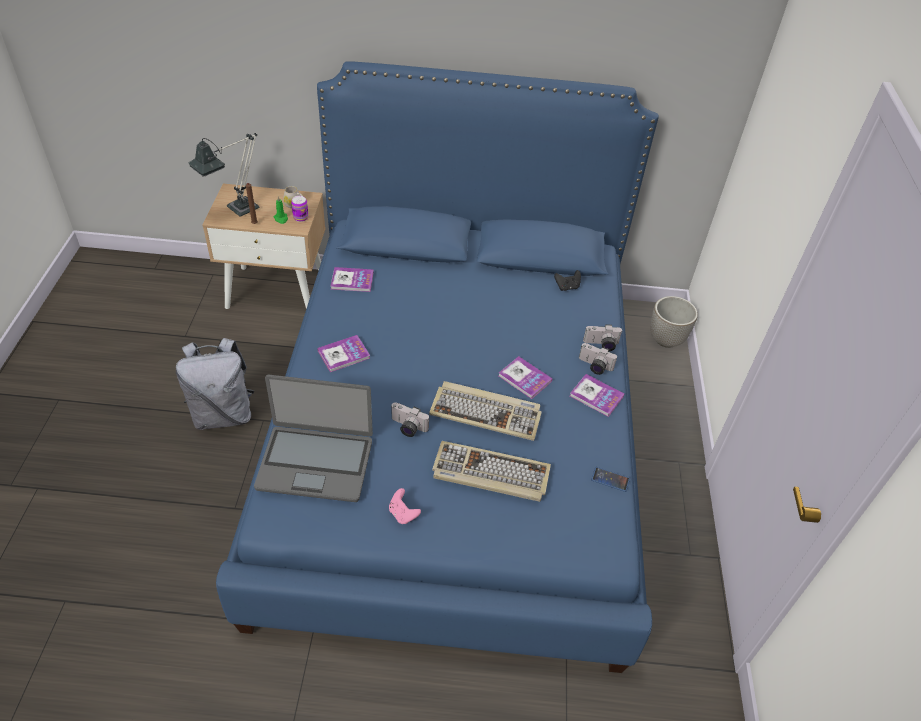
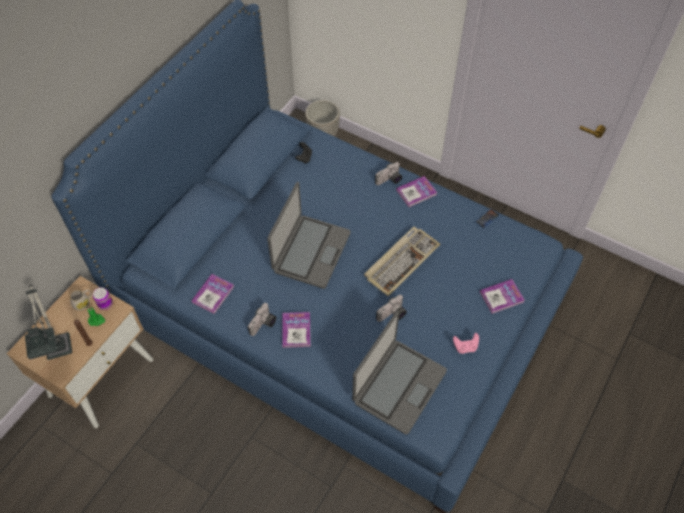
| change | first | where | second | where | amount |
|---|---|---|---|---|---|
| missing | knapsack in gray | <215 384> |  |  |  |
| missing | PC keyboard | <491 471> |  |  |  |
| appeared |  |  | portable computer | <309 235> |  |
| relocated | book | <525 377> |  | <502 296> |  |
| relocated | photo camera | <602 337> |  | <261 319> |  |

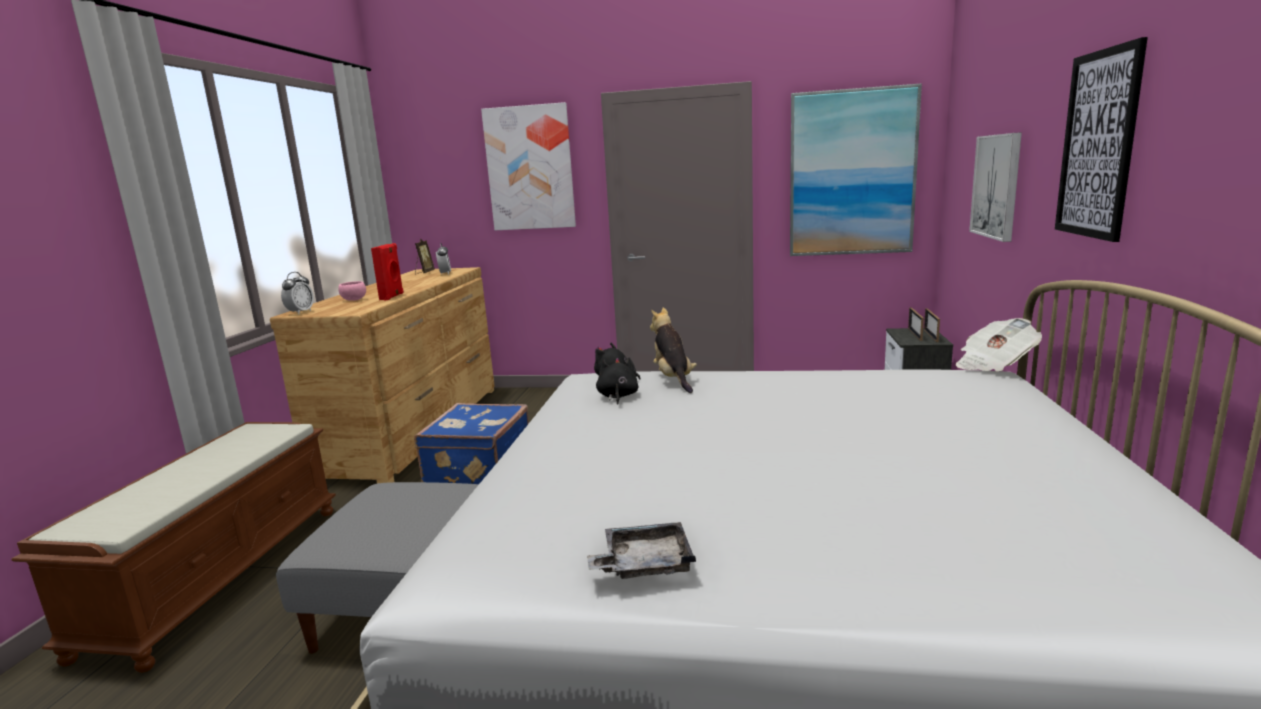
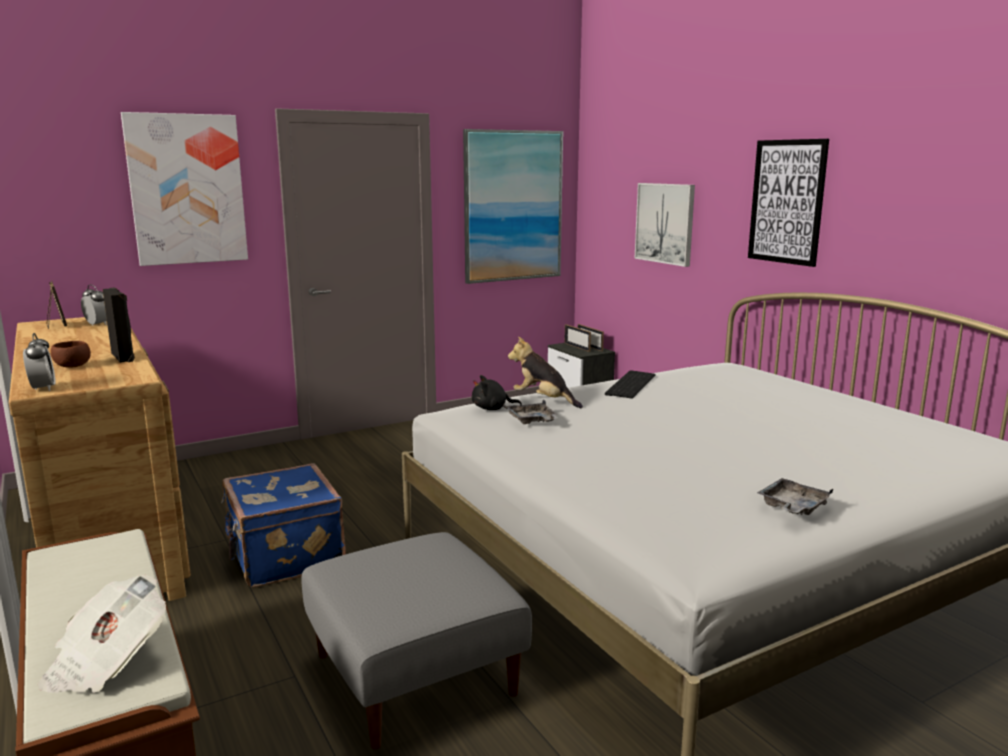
| change | first | where | second | where | amount |
|---|---|---|---|---|---|
| appeared |  |  | PC keyboard | <630 384> |  |
| relocated | daily paper | <999 344> |  | <102 634> |  |
| exchanged | cuddly toy in black | <617 381> | serving tray in gray | <532 412> |  |
| colour | bowl in pink | <352 291> | bowl in brownish | <71 354> |  |
| colour | loudspeaker in reddish | <387 271> | loudspeaker in black | <119 325> |  |

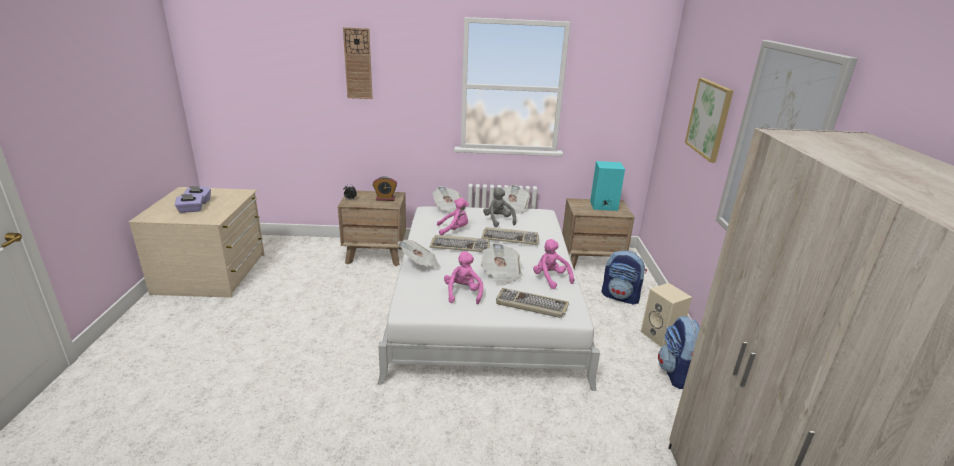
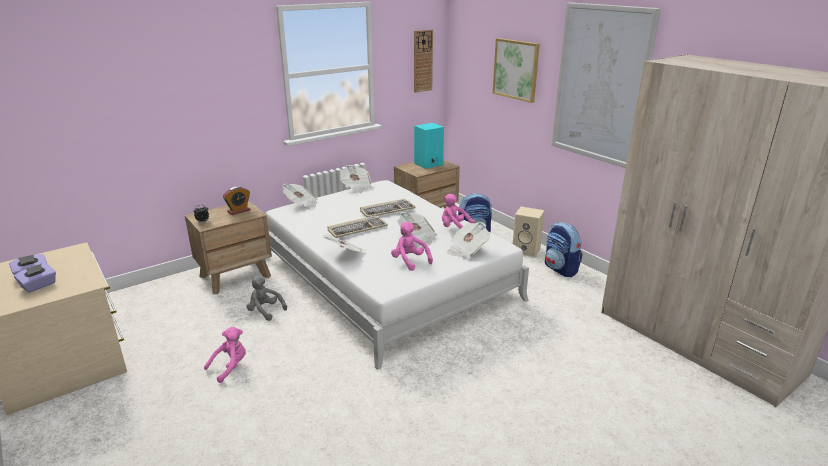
| change | first | where | second | where | amount |
|---|---|---|---|---|---|
| relocated | wall clock | <358 63> |  | <423 61> |  |
| relocated | cuddly toy in pink | <453 216> |  | <225 355> |  |
| relocated | cuddly toy in gray | <499 207> |  | <266 298> |  |
| exchanged | PC keyboard | <532 303> | daily paper | <468 240> |  |

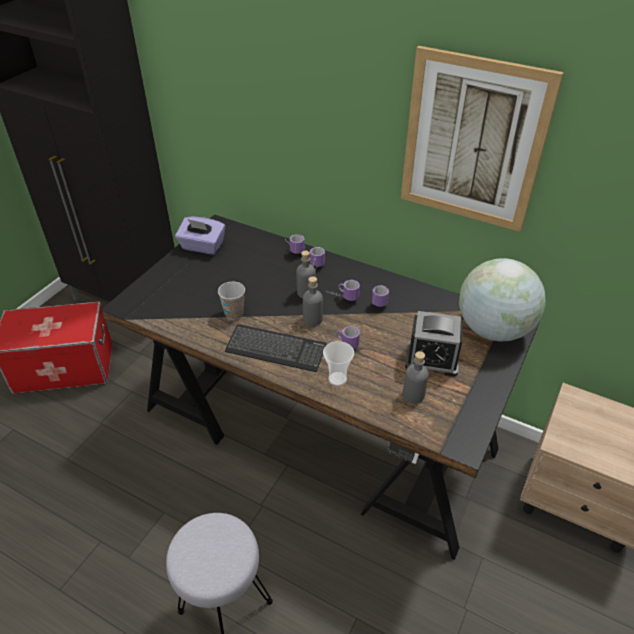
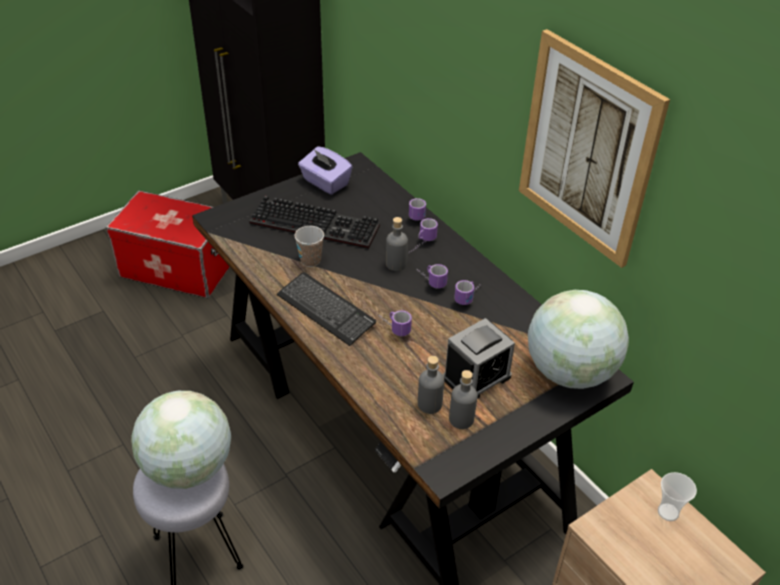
| change | first | where | second | where | amount |
|---|---|---|---|---|---|
| appeared |  |  | globe | <181 440> |  |
| appeared |  |  | PC keyboard | <314 222> |  |
| relocated | bottle in gray | <313 301> |  | <463 399> |  |
| relocated | small cup | <338 363> |  | <677 496> |  |
| spun | table clock | <434 344> |  | <479 358> | 75 degrees counterclockwise |

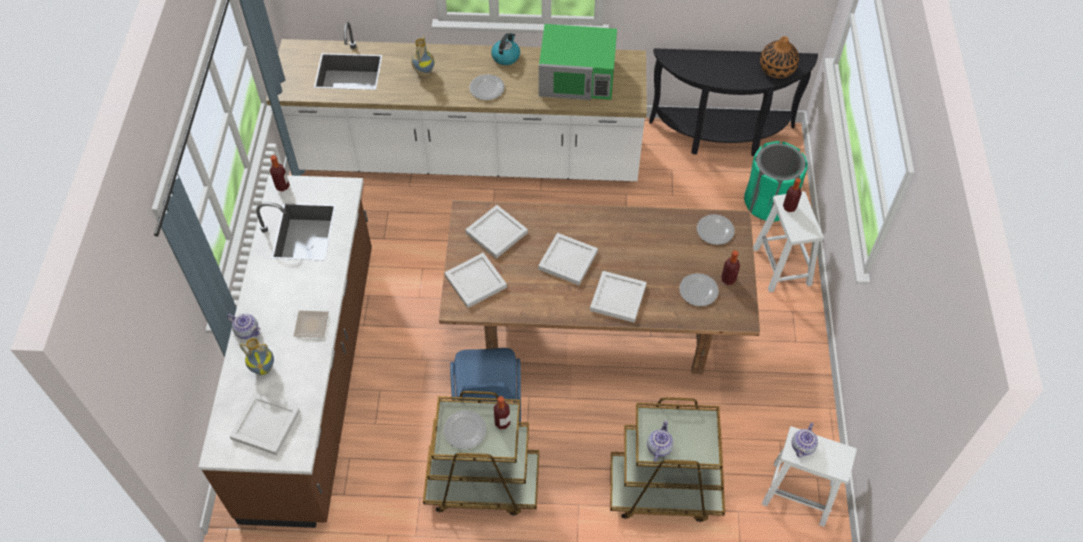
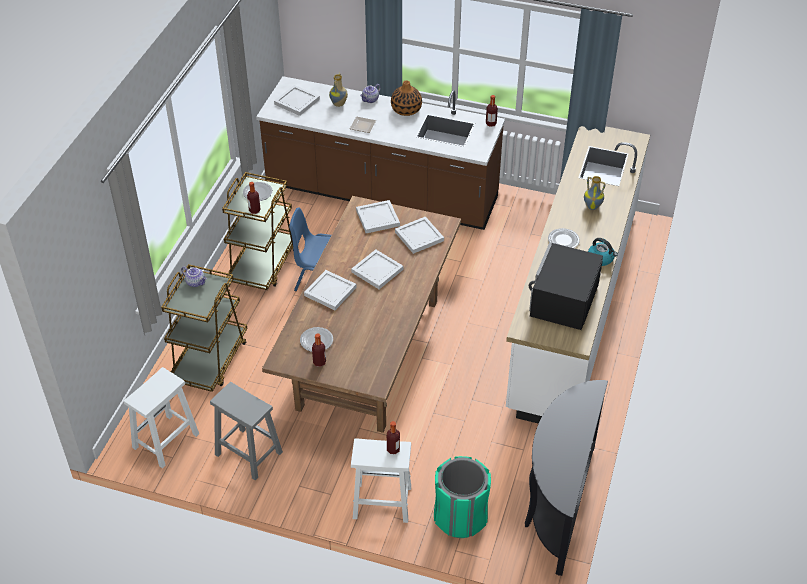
| change | first | where | second | where | amount |
|---|---|---|---|---|---|
| missing | flat dish | <716 229> |  |  |  |
| missing | tea pot | <805 440> |  |  |  |
| appeared |  |  | stool in gray | <246 431> |  |
| relocated | decorative vase | <779 57> |  | <406 98> |  |
| colour | microwave oven in greenish | <578 62> | microwave oven in black | <566 286> |  |

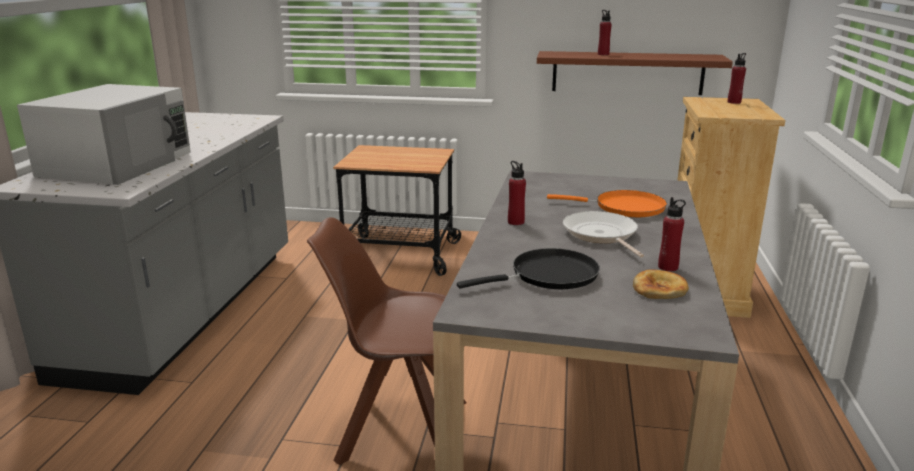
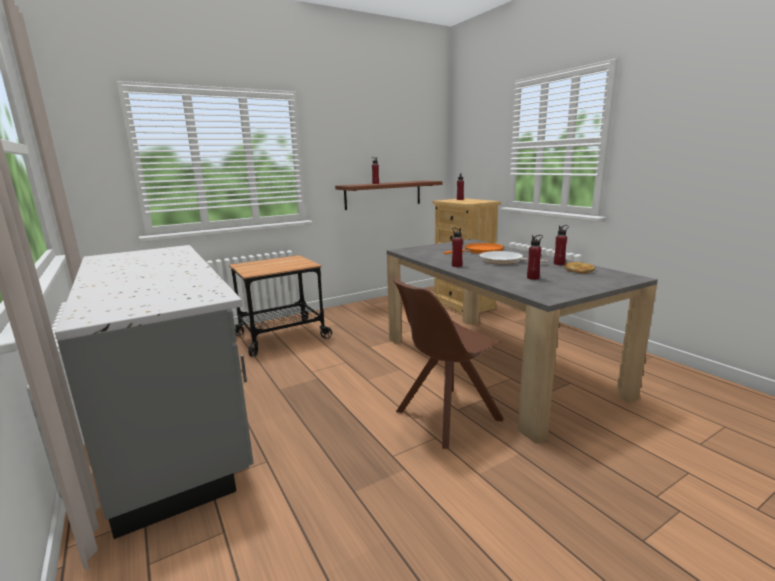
| change | first | where | second | where | amount |
|---|---|---|---|---|---|
| missing | microwave oven in white | <104 134> |  |  |  |
| exchanged | frying pan in black | <528 268> | bottle in reddish | <535 257> |  |

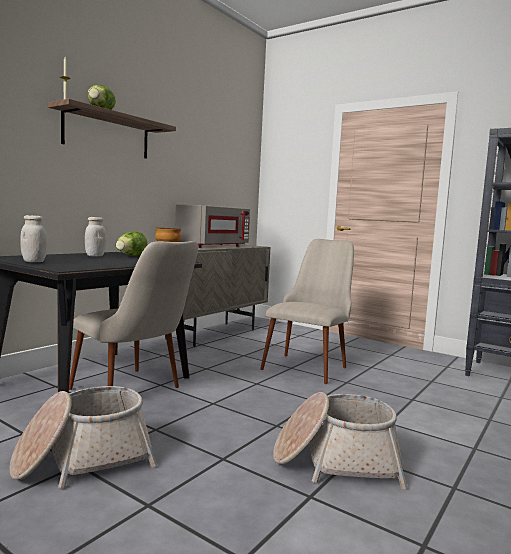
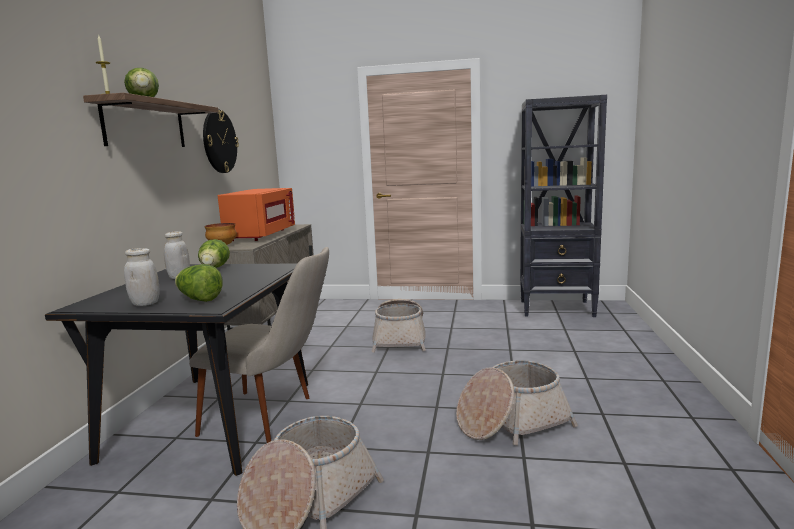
| change | first | where | second | where | amount |
|---|---|---|---|---|---|
| appeared |  |  | lettuce | <199 283> |  |
| appeared |  |  | wall clock | <221 141> |  |
| exchanged | plain chair in sand-coloured | <307 311> | storage basket | <398 326> |  |
| colour | microwave oven in gray | <212 226> | microwave oven in orangey | <256 214> |  |

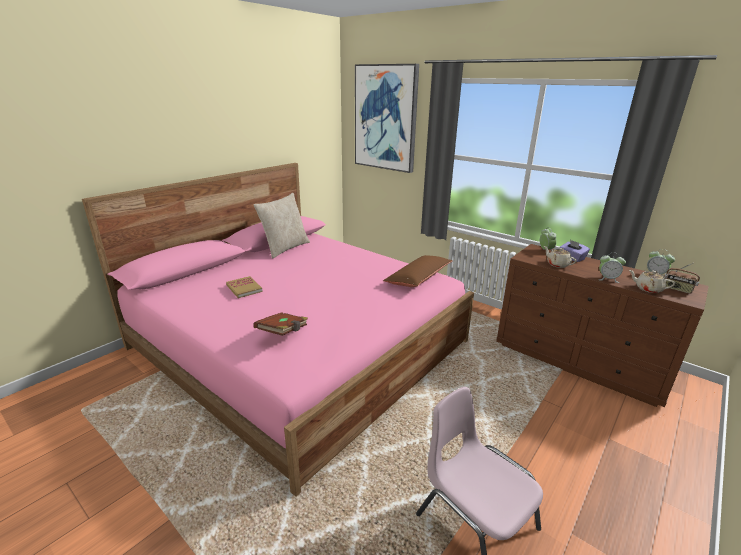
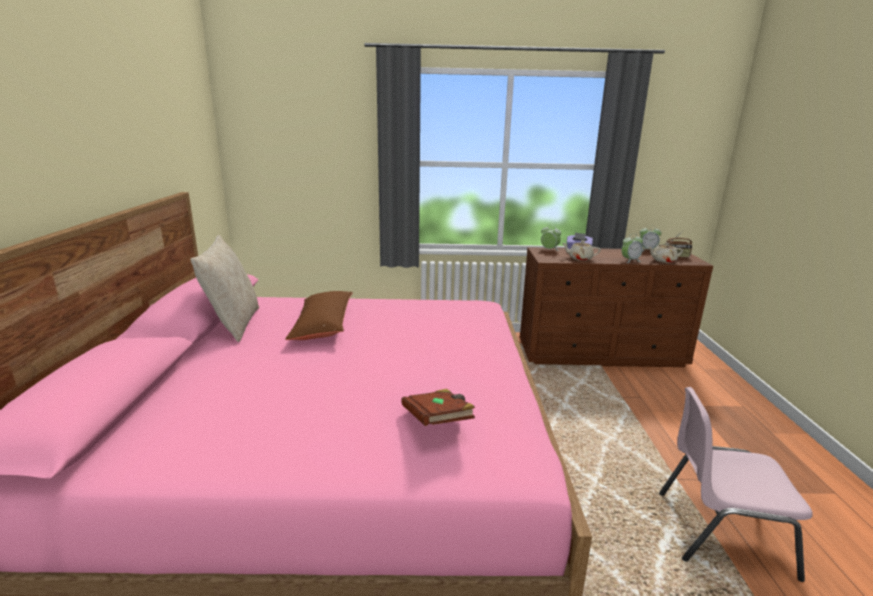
| change | first | where | second | where | amount |
|---|---|---|---|---|---|
| missing | book | <244 287> |  |  |  |
| missing | wall picture | <387 118> |  |  |  |
| relocated | cushion in brownish | <418 271> |  | <319 315> |  |

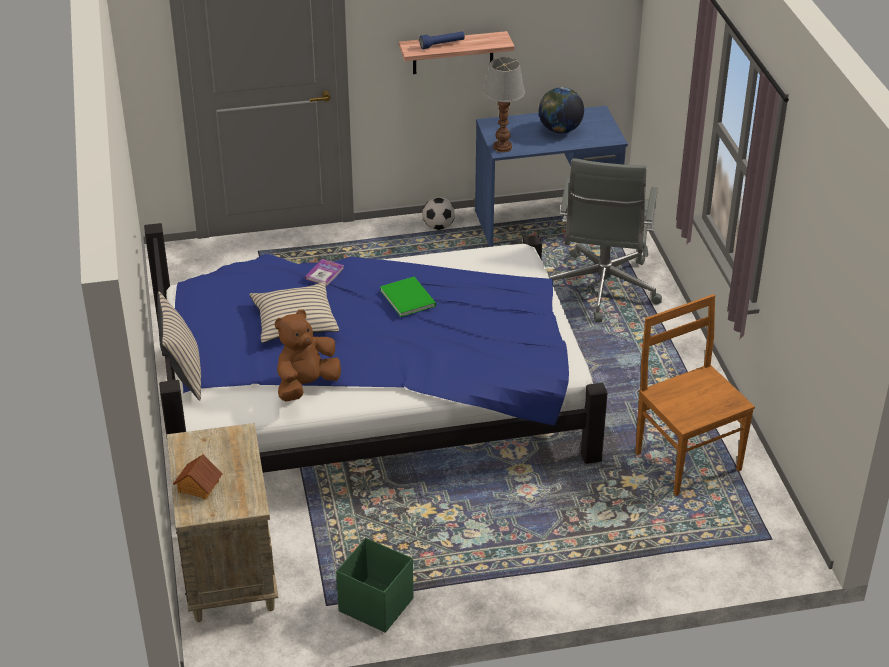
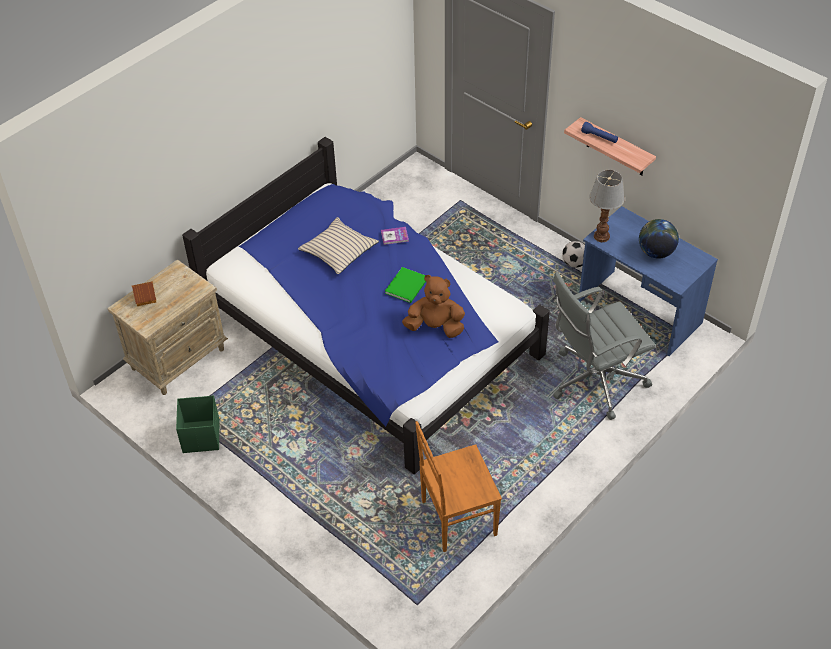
| change | first | where | second | where | amount |
|---|---|---|---|---|---|
| missing | cushion in sand-coloured | <179 346> |  |  |  |
| relocated | cuddly toy in brownish | <308 355> |  | <433 306> |  |
| spun | plain chair in brownish | <695 395> |  | <458 486> | 135 degrees counterclockwise |

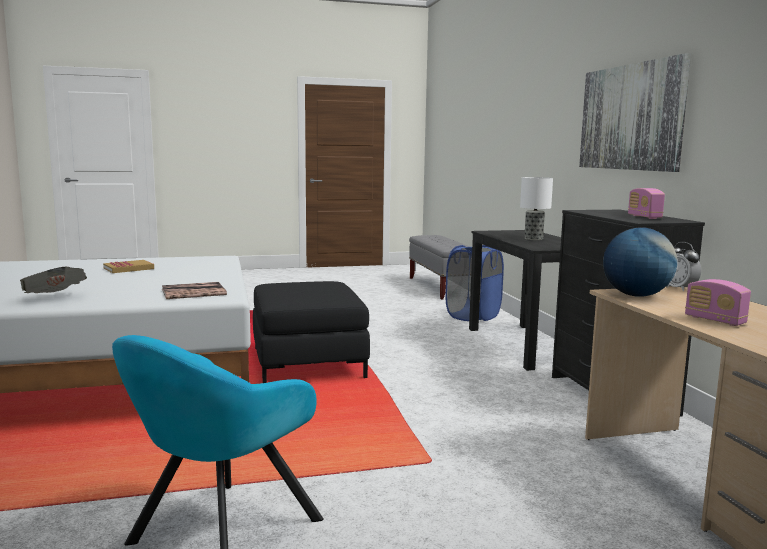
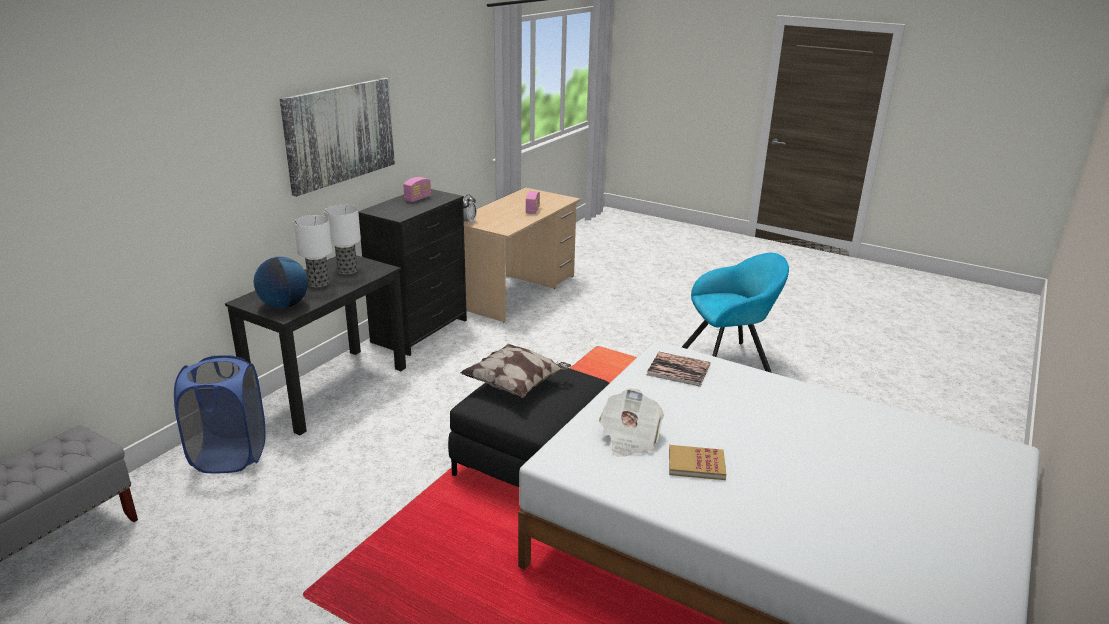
| change | first | where | second | where | amount |
|---|---|---|---|---|---|
| appeared |  |  | tabletop lamp | <342 239> |  |
| appeared |  |  | cushion | <515 370> |  |
| relocated | daily paper | <53 280> |  | <631 423> |  |
| relocated | globe | <640 262> |  | <280 282> |  |

